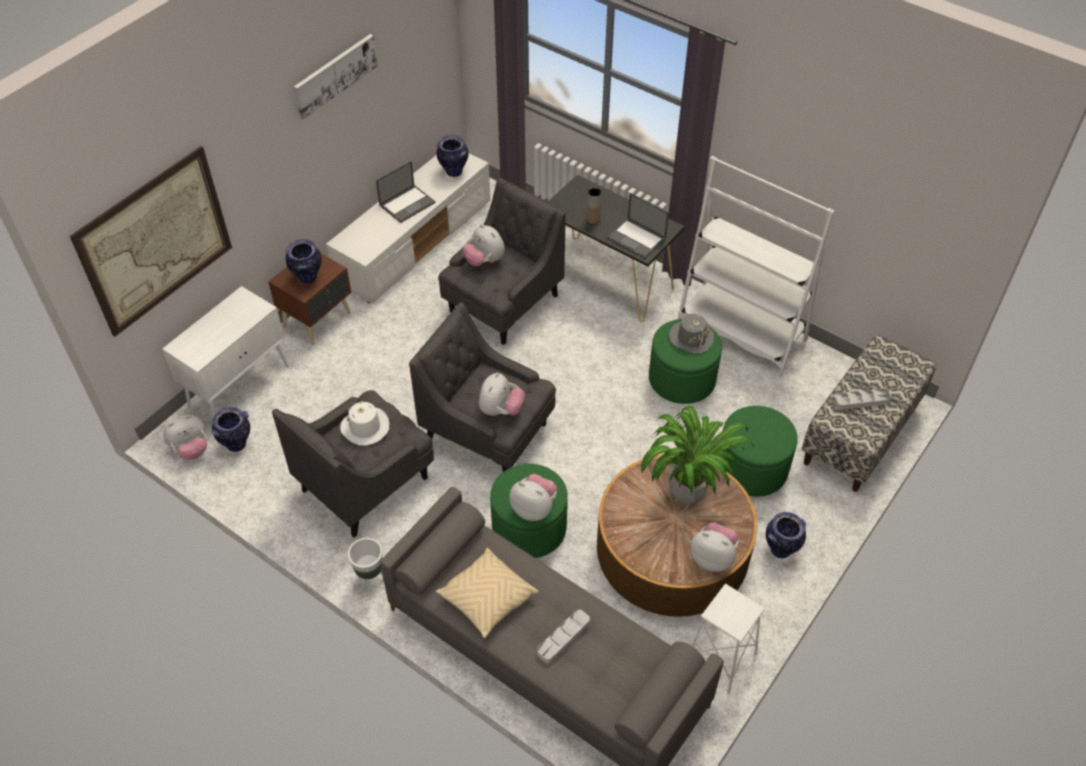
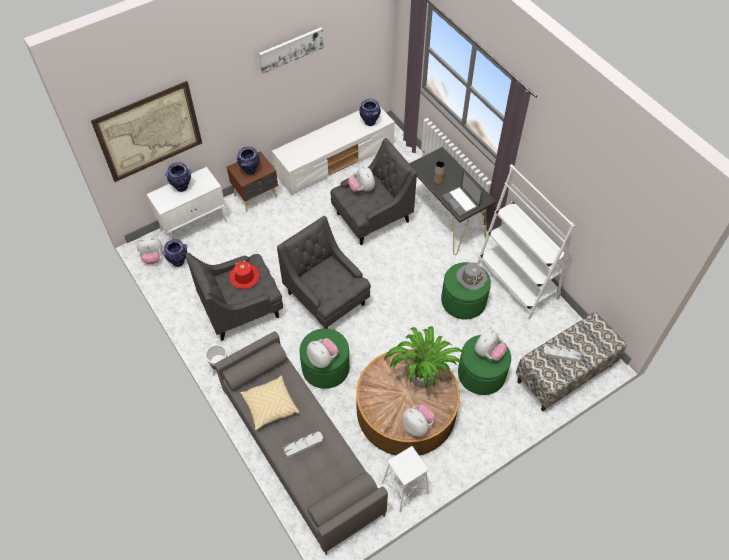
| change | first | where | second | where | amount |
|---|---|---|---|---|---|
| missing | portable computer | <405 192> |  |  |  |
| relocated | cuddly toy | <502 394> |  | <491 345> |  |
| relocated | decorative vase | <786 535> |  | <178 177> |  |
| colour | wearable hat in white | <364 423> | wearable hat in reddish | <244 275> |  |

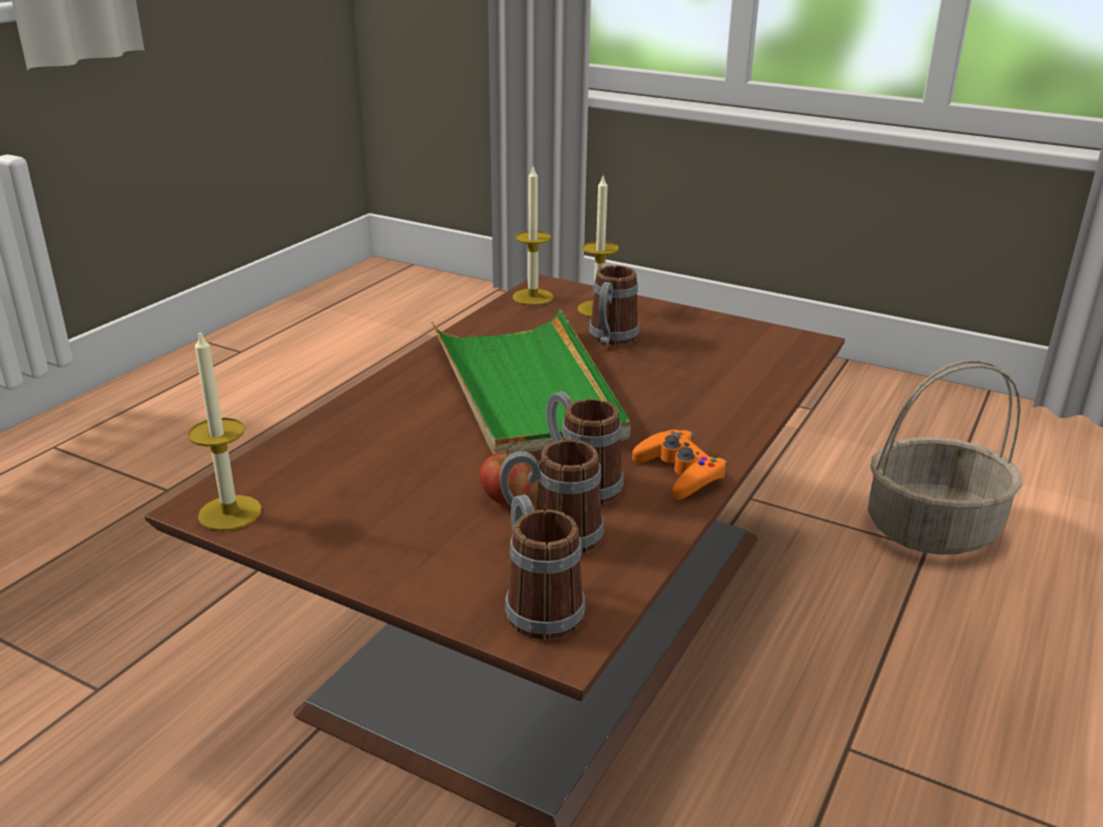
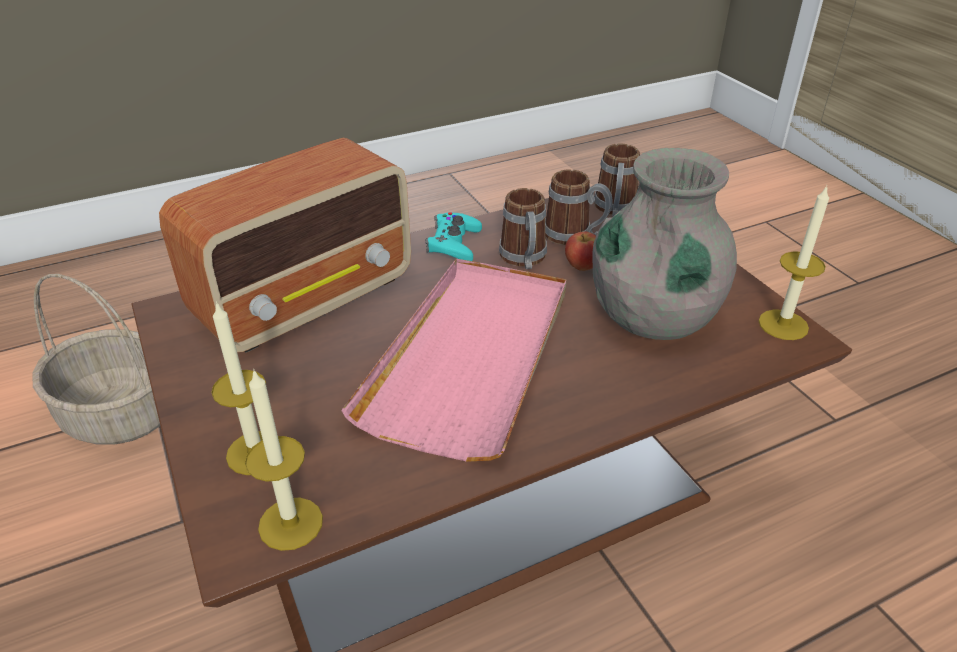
| change | first | where | second | where | amount |
|---|---|---|---|---|---|
| missing | mug | <614 305> |  |  |  |
| appeared |  |  | radio | <285 245> |  |
| appeared |  |  | decorative vase in gray | <664 244> |  |
| colour | serving tray in greenish | <531 382> | serving tray in pink | <453 360> |  |
| colour | joypad in orangey | <680 465> | joypad in turquoise | <454 236> |  |

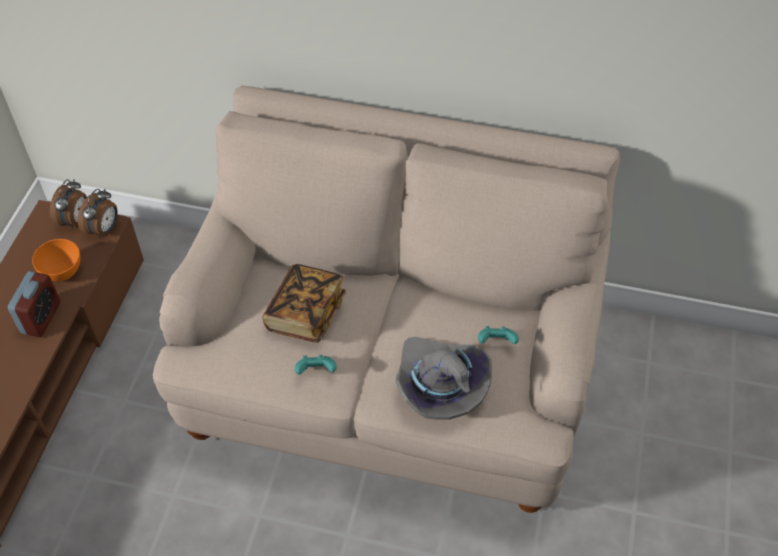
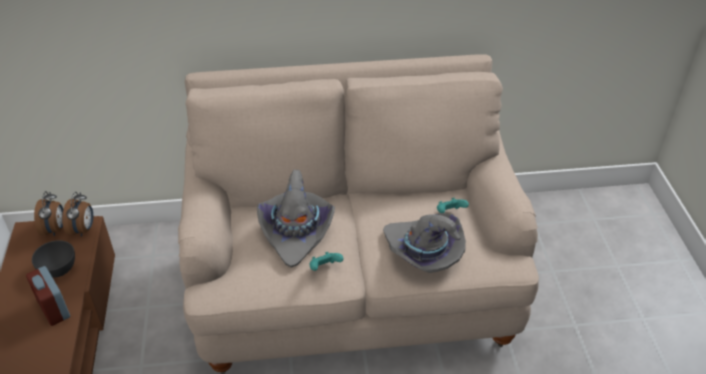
| change | first | where | second | where | amount |
|---|---|---|---|---|---|
| exchanged | book | <304 303> | wearable hat in gray | <296 219> |  |
| colour | bowl in orangey | <56 260> | bowl in gray | <53 259> |  |
| spun | table clock | <34 304> |  | <48 296> | 150 degrees clockwise |

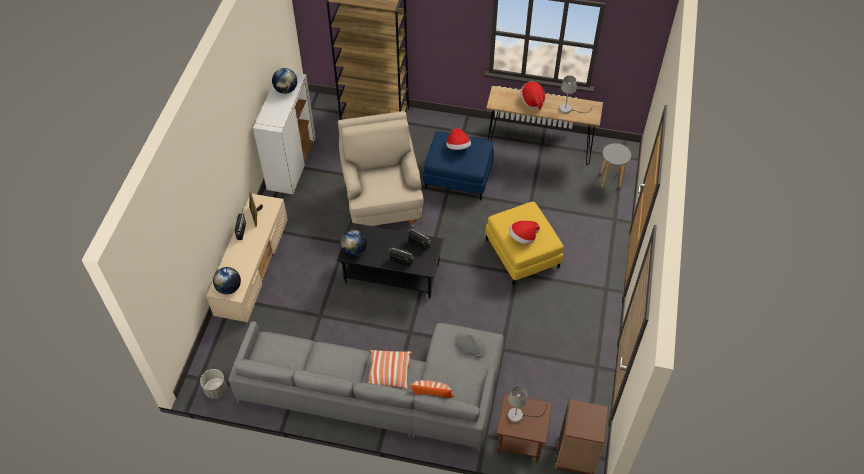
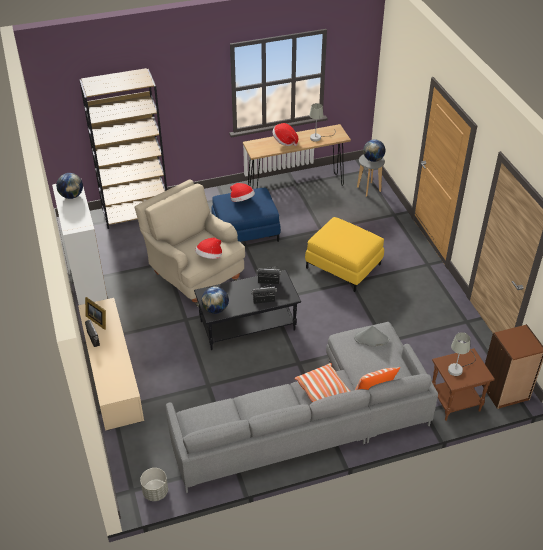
| change | first | where | second | where | amount |
|---|---|---|---|---|---|
| relocated | globe | <227 280> |  | <374 150> |  |
| relocated | wearable hat | <524 232> |  | <208 248> |  |

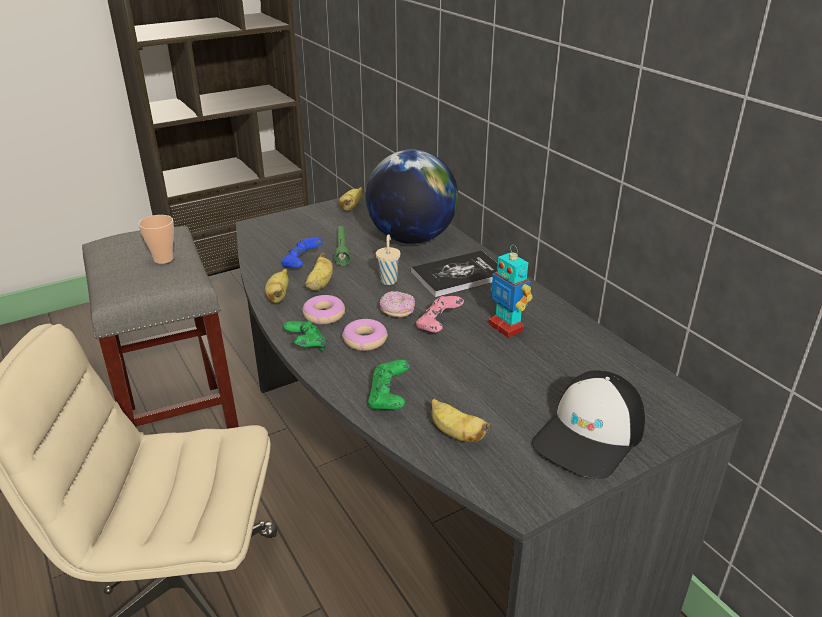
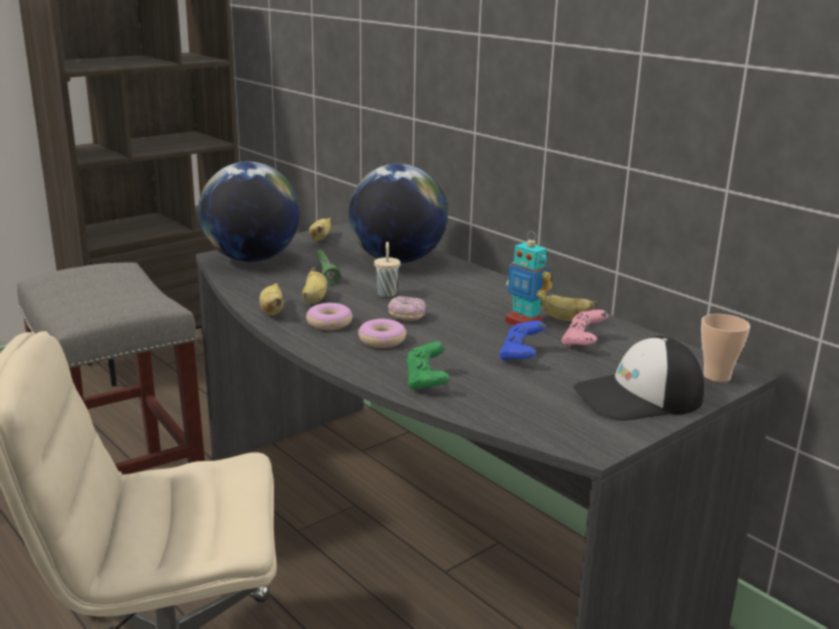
| change | first | where | second | where | amount |
|---|---|---|---|---|---|
| missing | joypad in greenish | <305 336> |  |  |  |
| missing | book | <454 273> |  |  |  |
| appeared |  |  | globe | <249 211> |  |
| relocated | small cup | <156 239> |  | <725 348> |  |
| relocated | joypad in bluish | <302 253> |  | <522 341> |  |
| relocated | joypad in pink | <440 314> |  | <585 328> |  |
| relocated | whole banana | <461 420> |  | <569 308> |  |
| spun | peaked cap | <588 425> |  | <639 378> | 45 degrees clockwise |

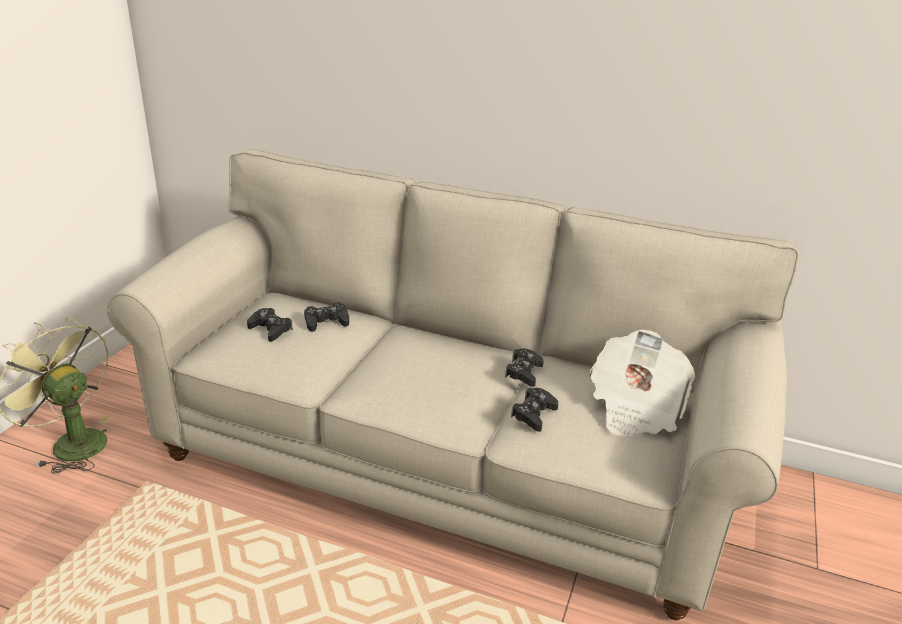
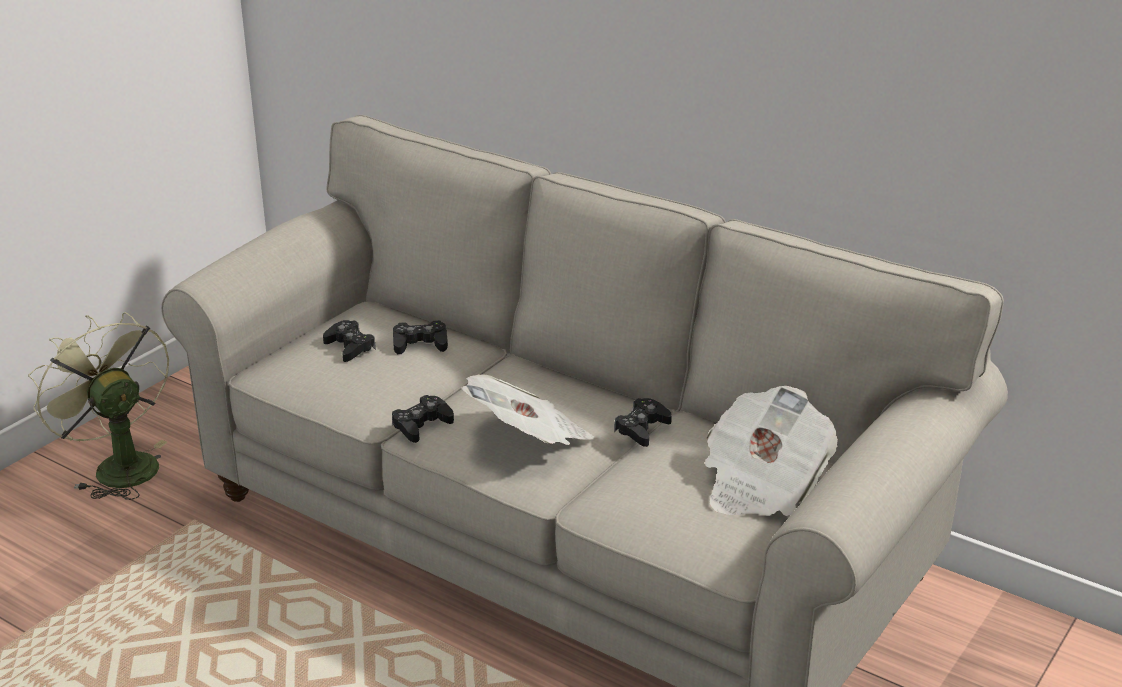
| change | first | where | second | where | amount |
|---|---|---|---|---|---|
| appeared |  |  | daily paper | <527 409> |  |
| relocated | joypad in black | <534 410> |  | <423 419> |  |

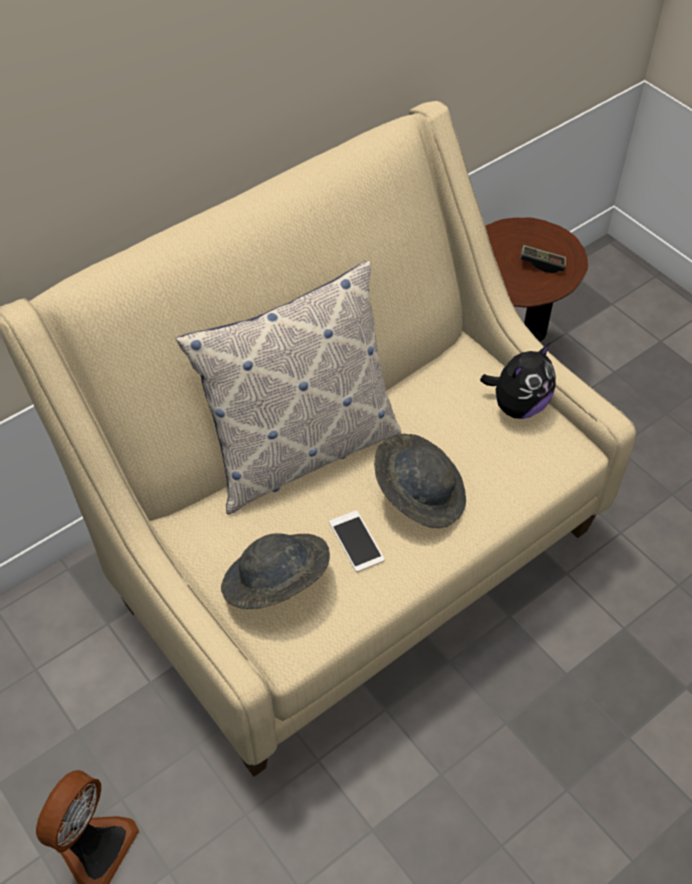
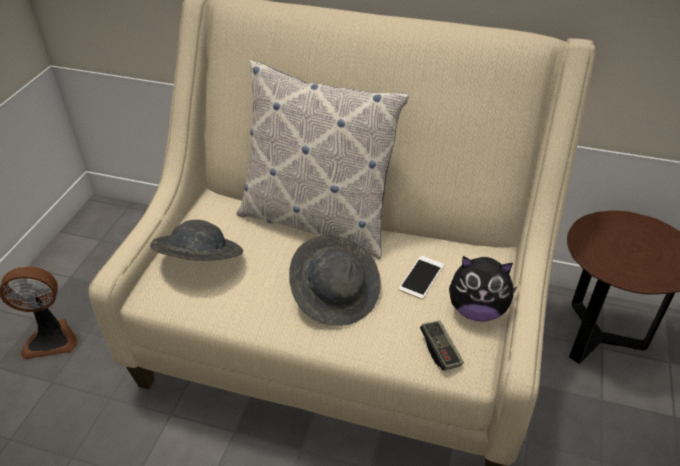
| change | first | where | second | where | amount |
|---|---|---|---|---|---|
| relocated | phone | <357 541> |  | <421 277> |  |
| relocated | joypad | <543 259> |  | <442 345> |  |

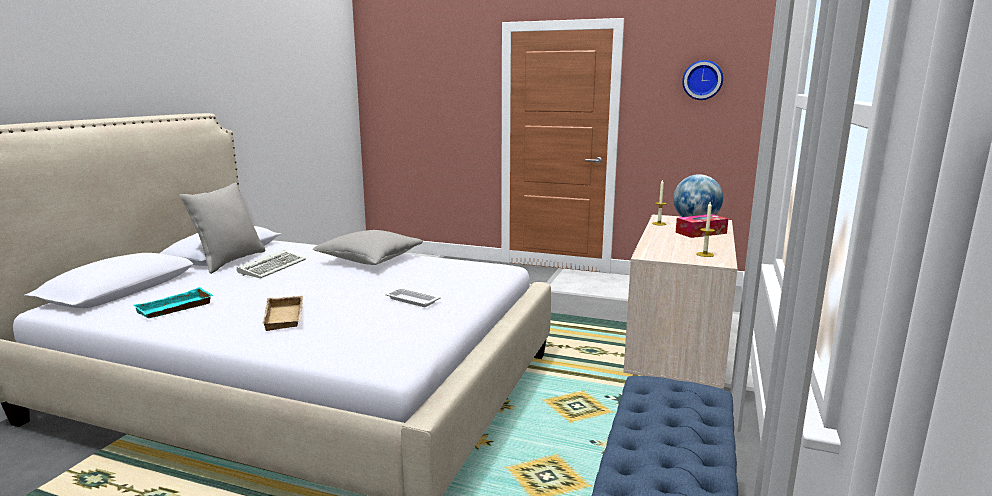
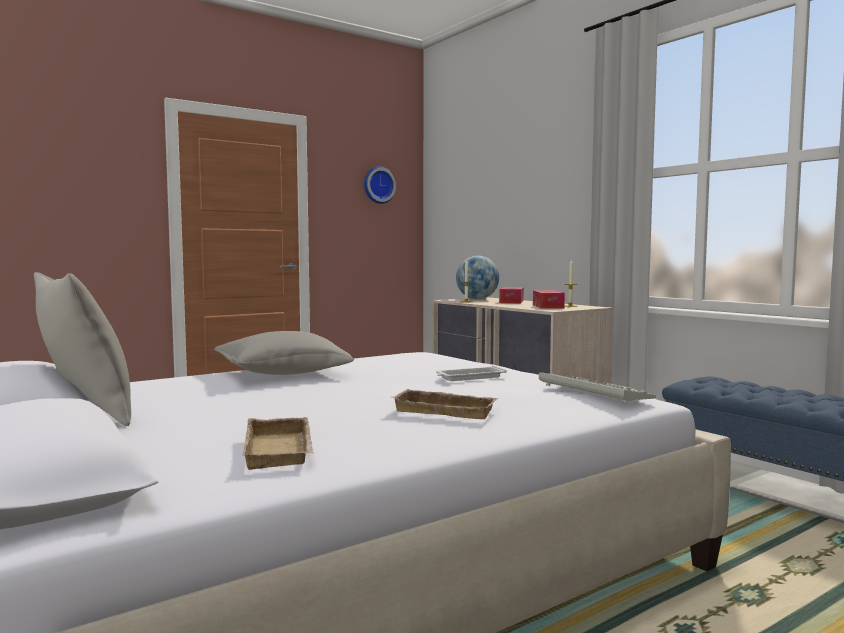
| change | first | where | second | where | amount |
|---|---|---|---|---|---|
| appeared |  |  | tissue holder | <549 299> |  |
| relocated | PC keyboard | <271 264> |  | <597 388> |  |
| colour | serving tray in turquoise | <174 302> | serving tray in sand-coloured | <277 443> |  |

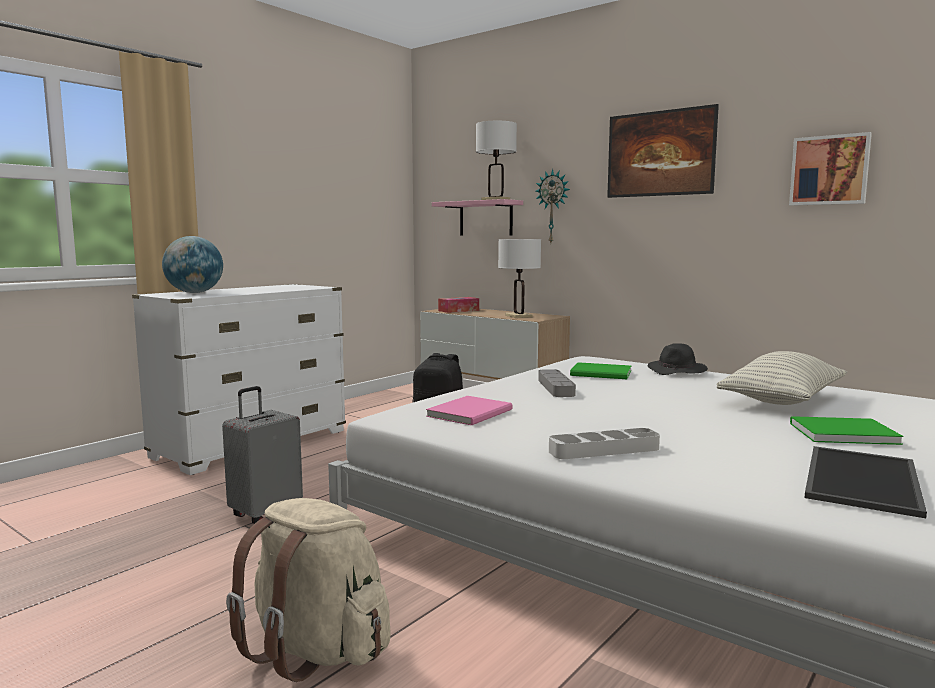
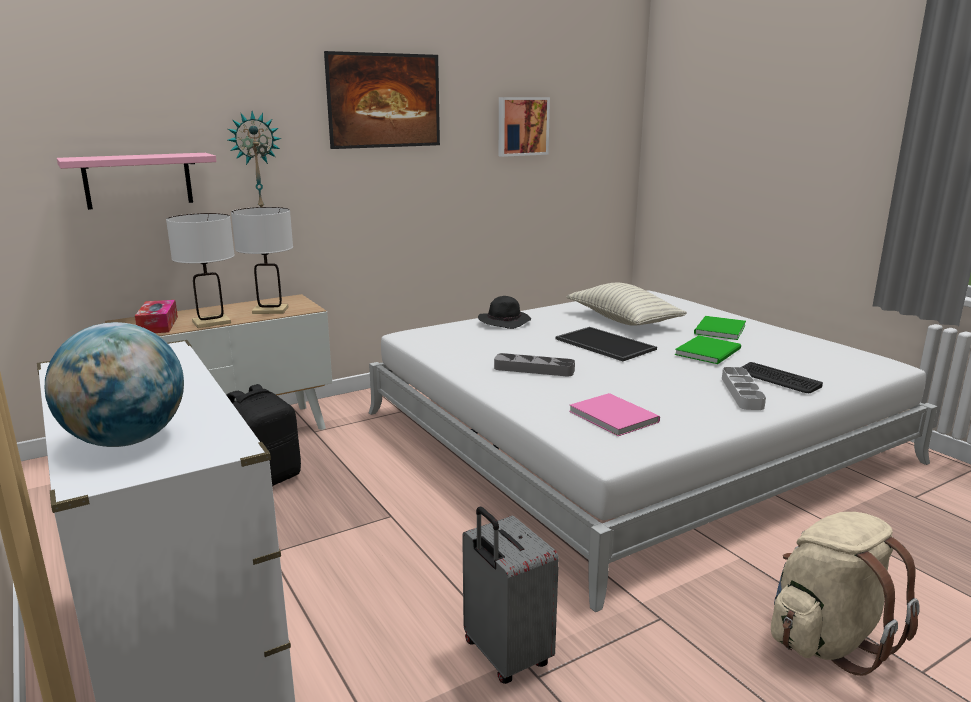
| change | first | where | second | where | amount |
|---|---|---|---|---|---|
| appeared |  |  | PC keyboard | <782 377> |  |
| relocated | tabletop lamp in white | <496 160> |  | <200 270> |  |
| relocated | book in greenish | <600 370> |  | <708 349> |  |
| relocated | serving tray | <866 482> |  | <606 344> |  |

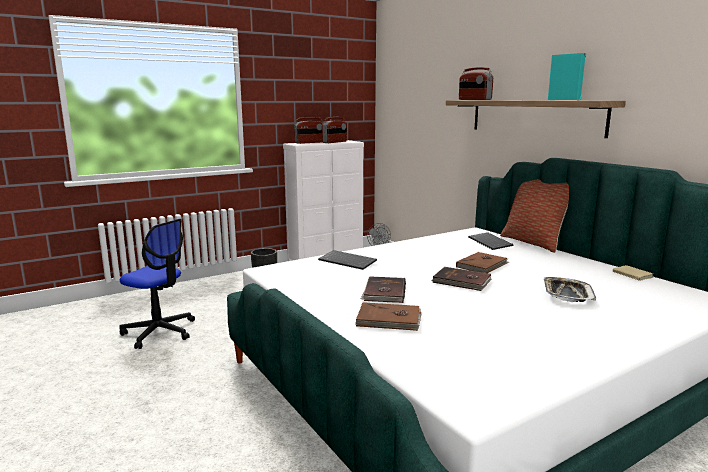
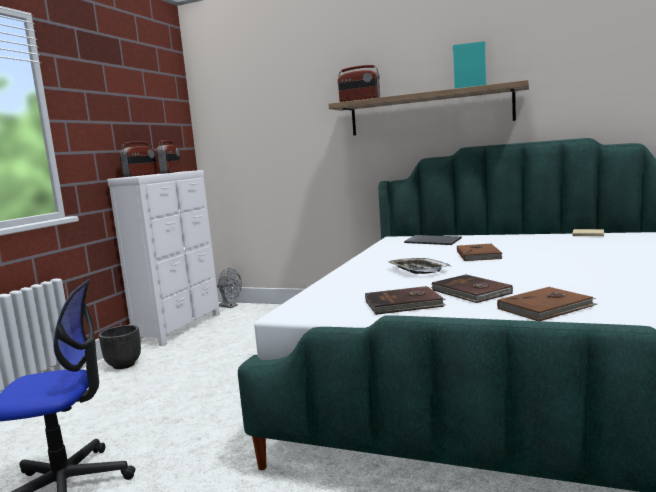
| change | first | where | second | where | amount |
|---|---|---|---|---|---|
| missing | PC keyboard | <347 260> |  |  |  |
| missing | cushion | <534 216> |  |  |  |
| relocated | book in brownish | <462 279> |  | <405 300> |  |
| relocated | serving tray | <570 289> |  | <419 266> |  |

